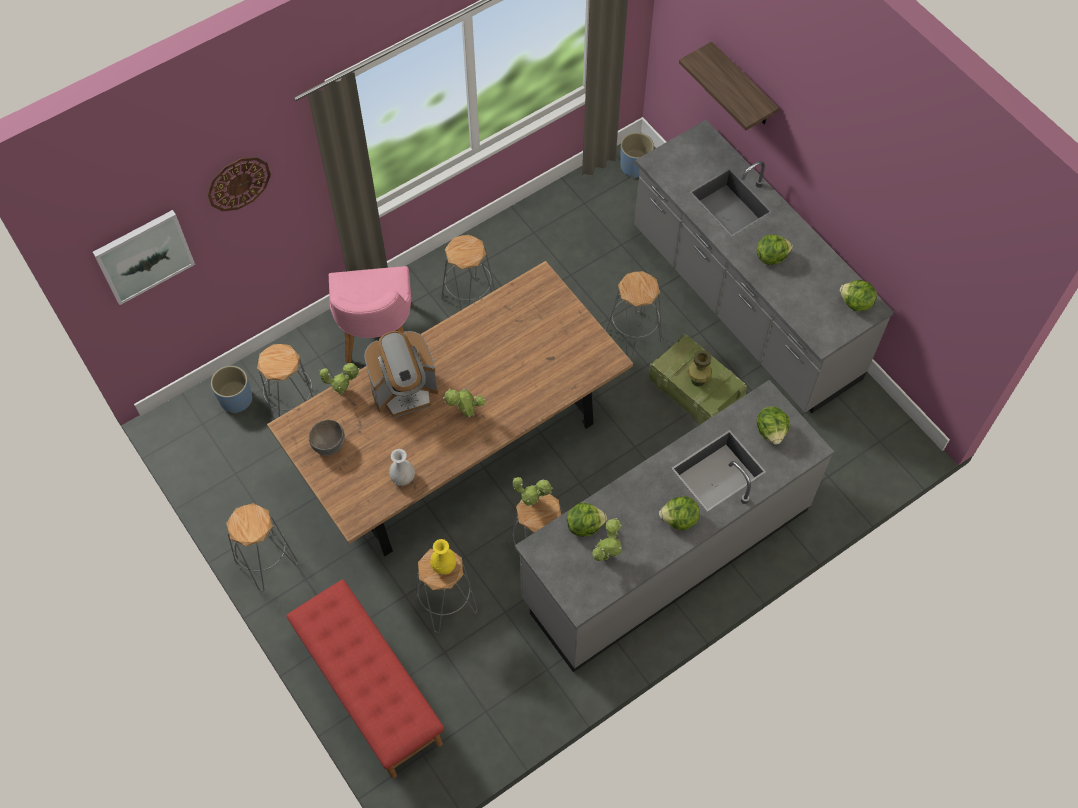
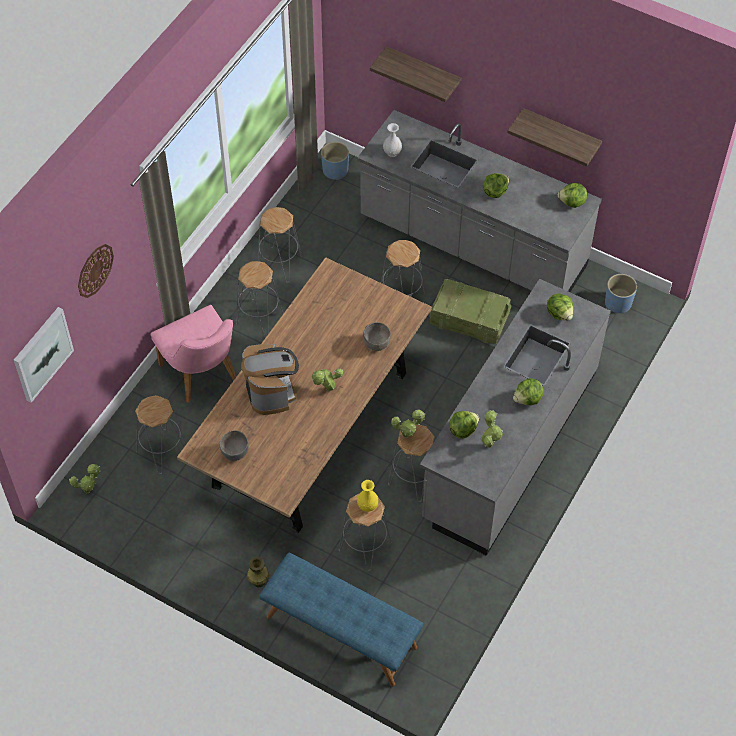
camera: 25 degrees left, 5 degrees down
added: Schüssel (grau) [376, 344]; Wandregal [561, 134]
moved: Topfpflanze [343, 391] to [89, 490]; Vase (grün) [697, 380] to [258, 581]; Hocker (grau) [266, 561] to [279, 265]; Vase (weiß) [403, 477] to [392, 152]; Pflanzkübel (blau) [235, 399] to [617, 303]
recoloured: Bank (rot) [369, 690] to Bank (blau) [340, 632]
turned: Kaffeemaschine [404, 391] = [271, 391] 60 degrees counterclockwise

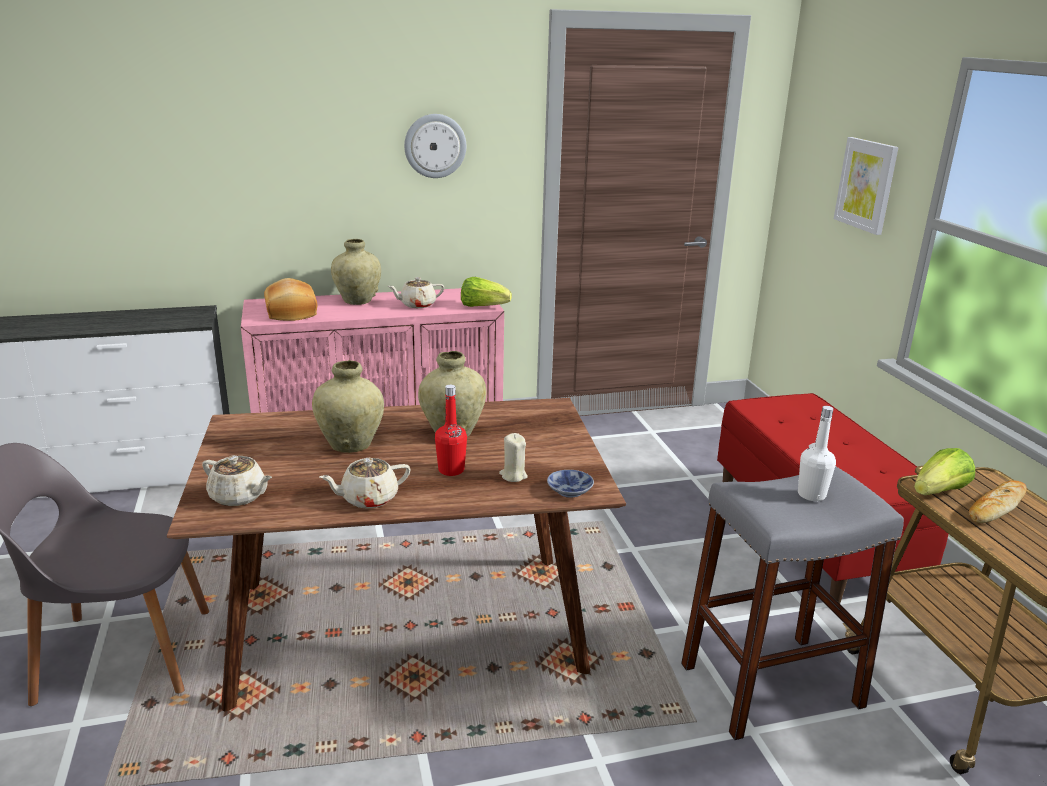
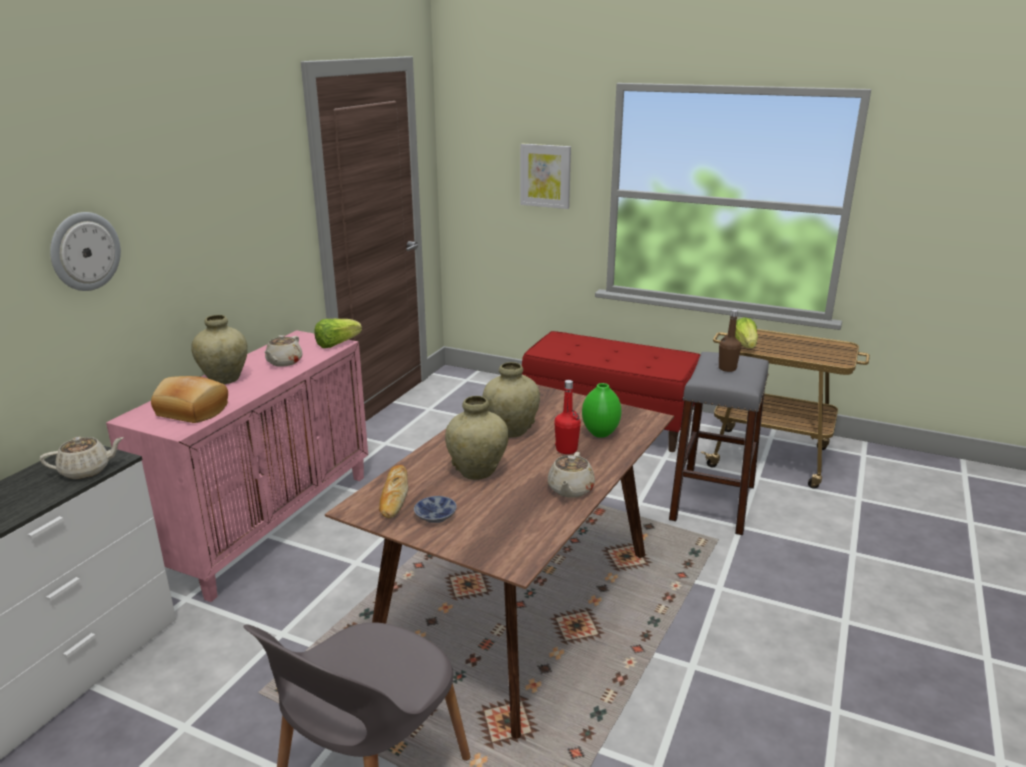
camera: 50 degrees left, 0 degrees up
moved: Teekanne (beige) [239, 497] to [86, 470]; Wanduhr [435, 146] to [84, 251]; Brot [996, 507] to [394, 495]; Schüssel [571, 490] to [436, 515]
replaced: Kerze (beige) [513, 475] to Vase (grün) [600, 433]
recoloured: Flasche (weiß) [811, 495] to Flasche (braun) [727, 368]

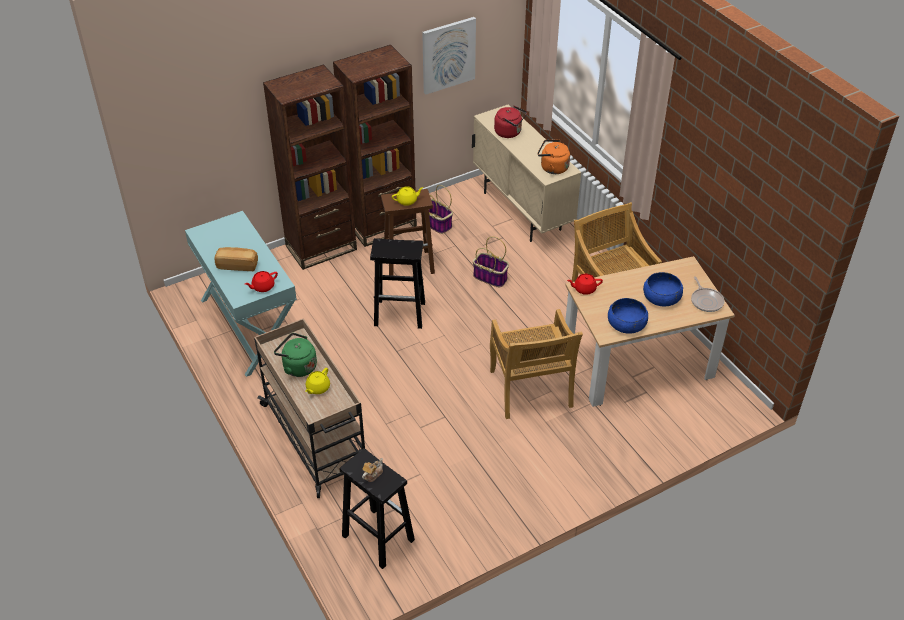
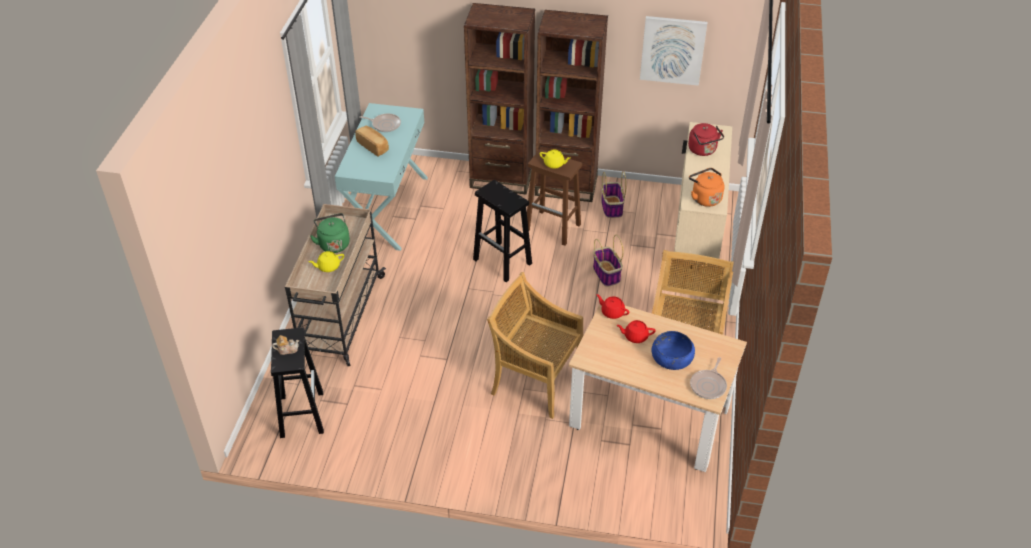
camera: 40 degrees right, 0 degrees up
removed: Schüssel (blau) [626, 323]
added: Pfanne [385, 125]
moved: Teekanne (rot) [262, 287] to [635, 336]
turned: Stuhl (beige) [531, 390] = [535, 381] 90 degrees clockwise

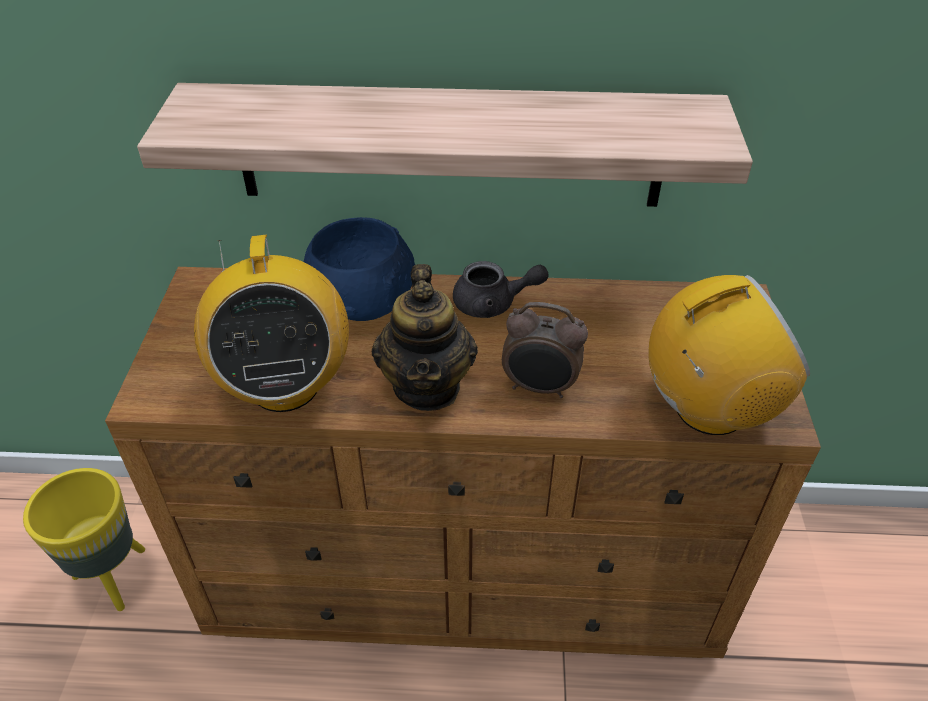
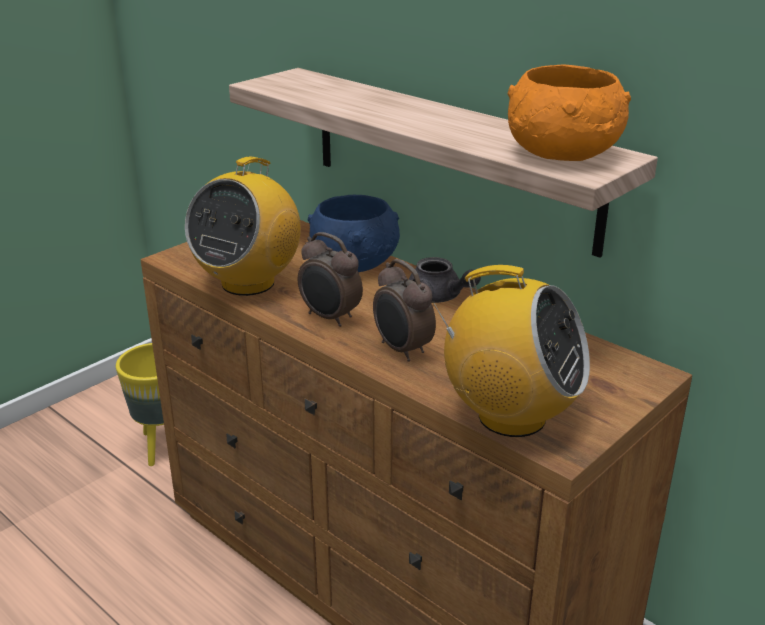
camera: 40 degrees right, 15 degrees down
added: Schüssel (orange) [563, 154]
replaced: Teekanne [427, 386] to Wecker [330, 318]

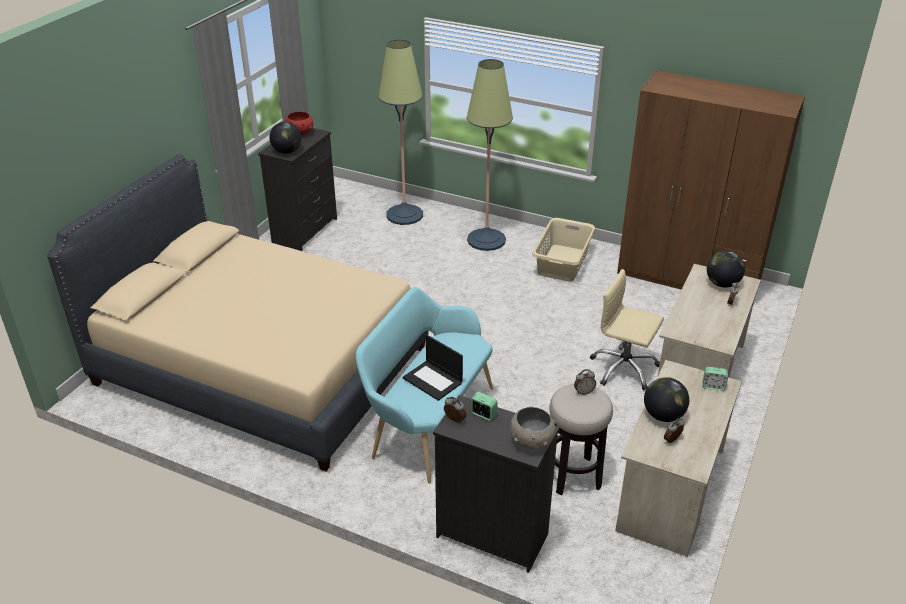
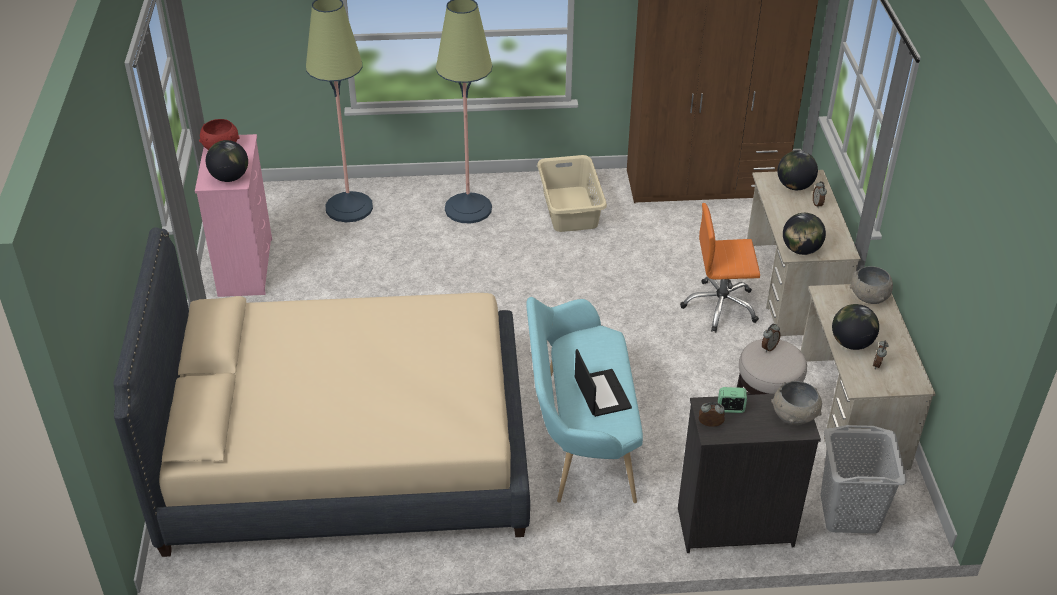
camera: 30 degrees left, 5 degrees up
added: Globus [801, 250]; Wäschekorb (grau) [849, 513]
replaced: Wecker [713, 386] to Schüssel (grau) [869, 297]
recoloured: Kommode (schwarz) [305, 230] to Kommode (rosa) [246, 266]; Bürostuhl (beige) [624, 369] to Bürostuhl (orange) [720, 306]
turned: Laptop [433, 380] = [601, 393] 120 degrees counterclockwise

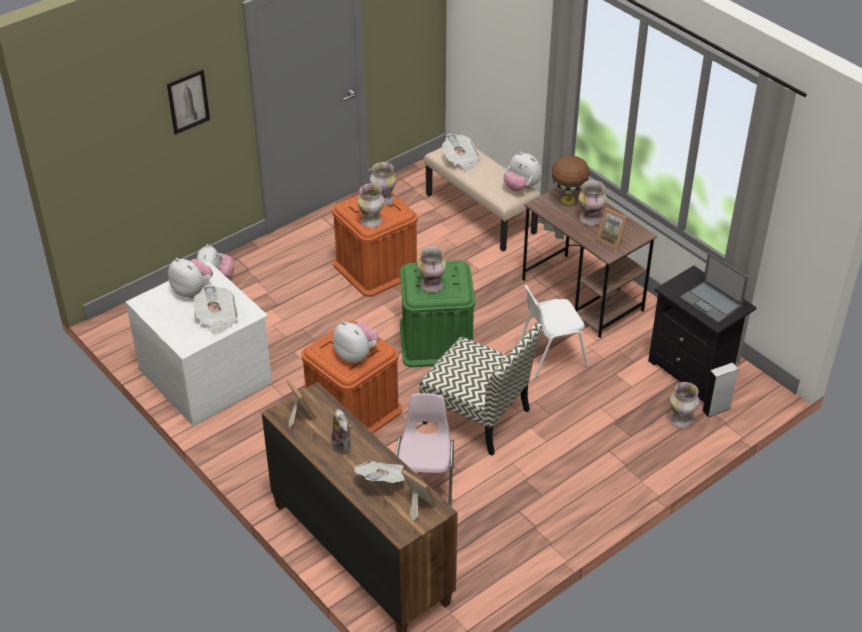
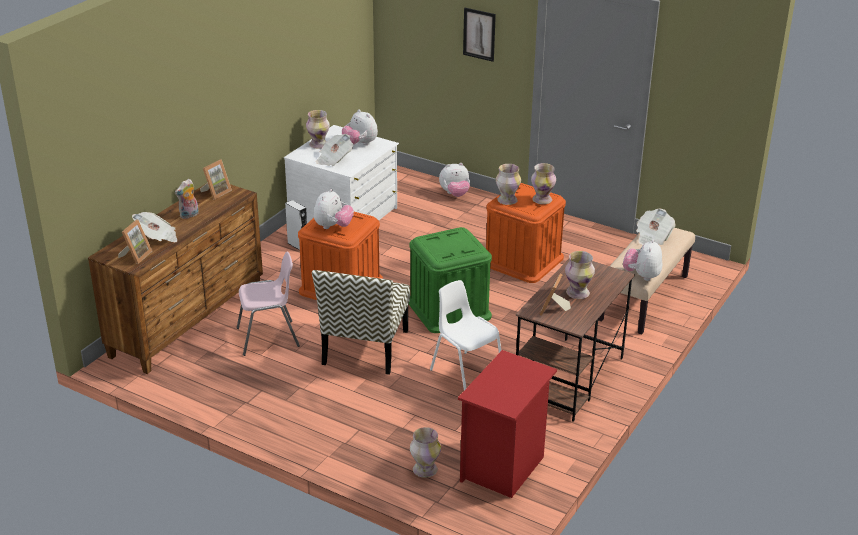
camera: 70 degrees right, 10 degrees down
removed: Tischlampe (braun) [568, 200]; Laptop [711, 302]
moved: Lautsprecher (grau) [716, 409] to [298, 245]; Vase [432, 285] to [319, 145]
recoloured: Nachttisch (schwarz) [693, 370] to Nachttisch (rot) [503, 468]
turned: Plüschtier [192, 290] = [360, 144] 120 degrees clockwise

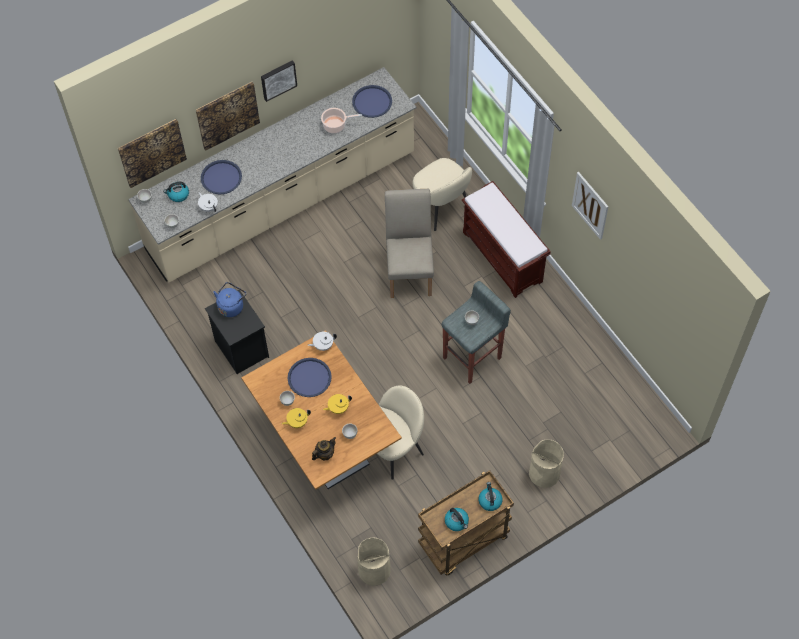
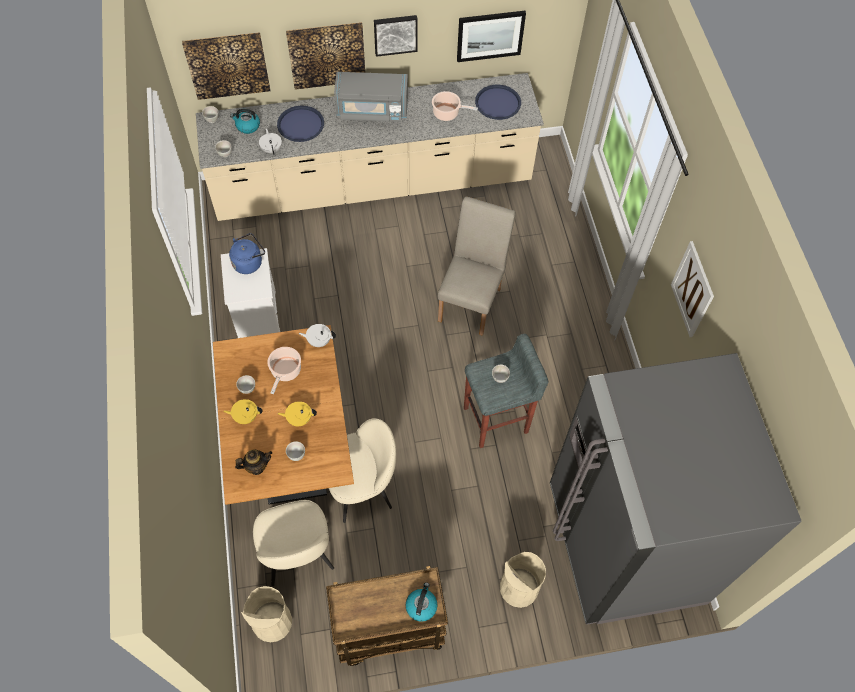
camera: 20 degrees right, 0 degrees up
removed: Wasserkessel [457, 522]; Bank (braun) [503, 257]
added: Mikrowelle (grau) [372, 110]; Bild [490, 35]; Kühlschrank (grau) [625, 544]
moved: Stuhl (beige) [441, 207] to [298, 555]
replaced: Tablett (blau) [309, 378] to Kochtopf [285, 371]
recoloured: Nachttisch (schwarz) [240, 348] to Nachttisch (weiß) [256, 315]

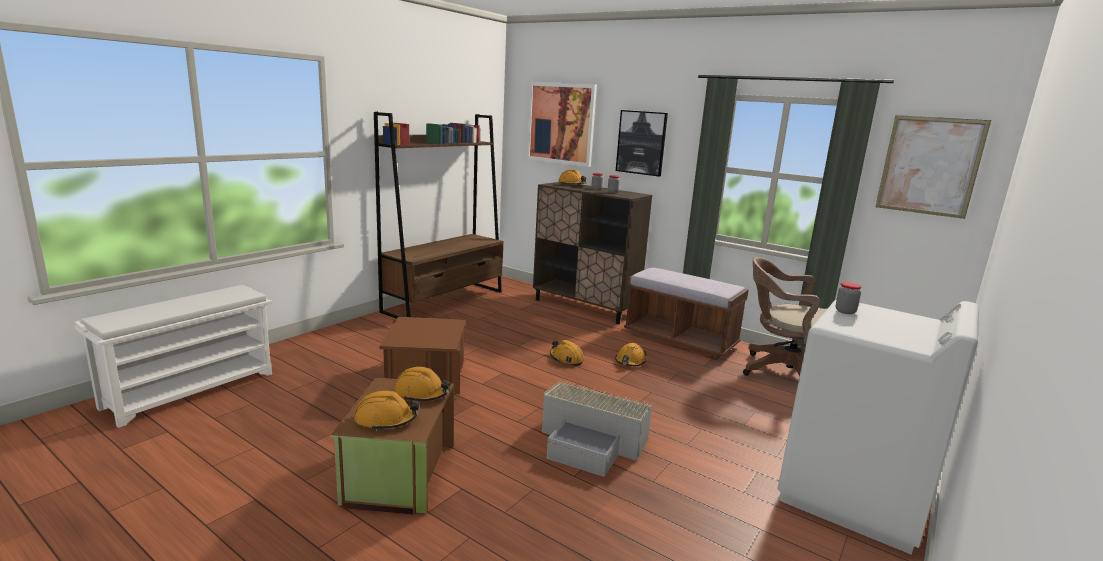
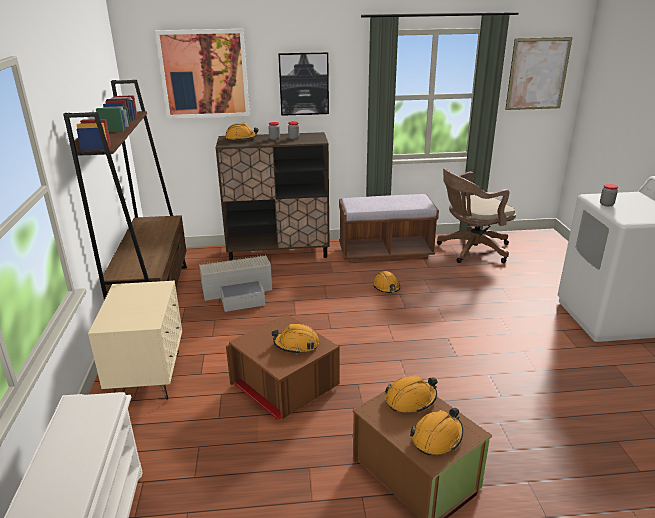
camera: 40 degrees left, 10 degrees up
added: Nachttisch (beige) [148, 377]
moved: Aufbewahrungsbox (grau) [592, 442] to [239, 292]; Schutzhelm (orange) [566, 359] to [296, 344]

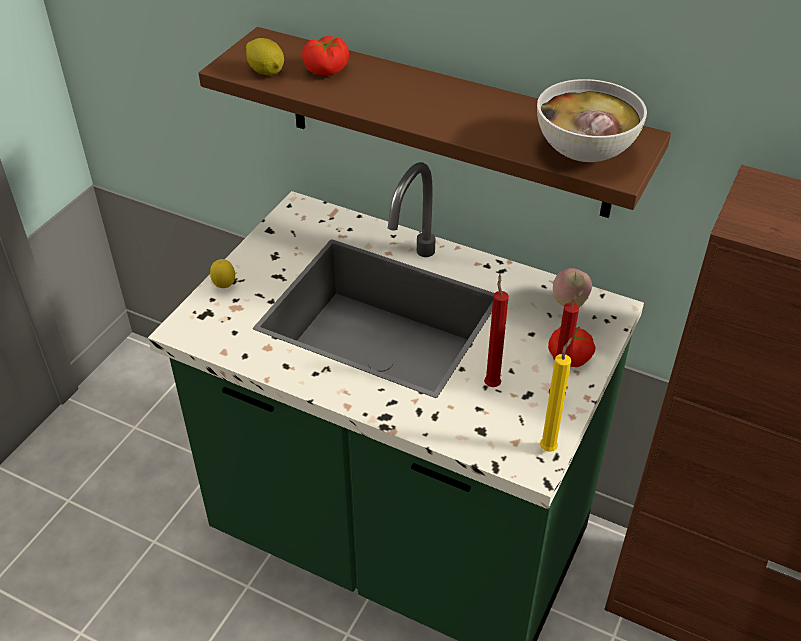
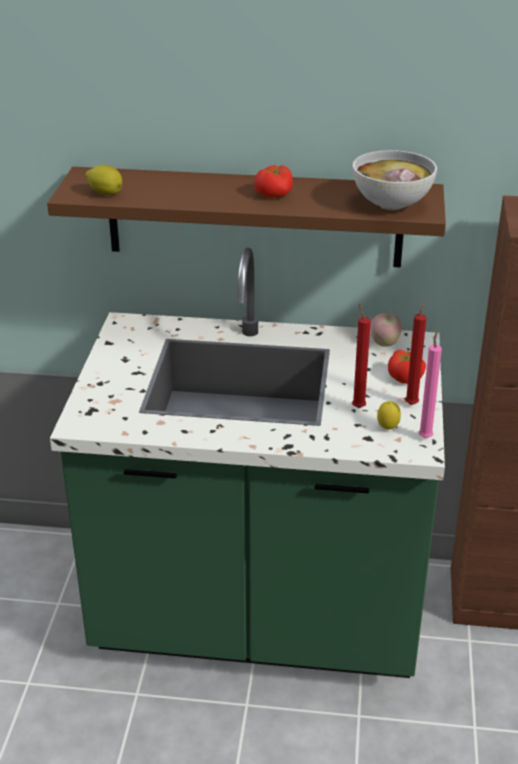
camera: 20 degrees left, 10 degrees down
moved: Tomate [327, 70] to [275, 194]; Zitrone [224, 287] to [387, 429]
recoloured: Kerze (gelb) [549, 447] to Kerze (rosa) [425, 436]

